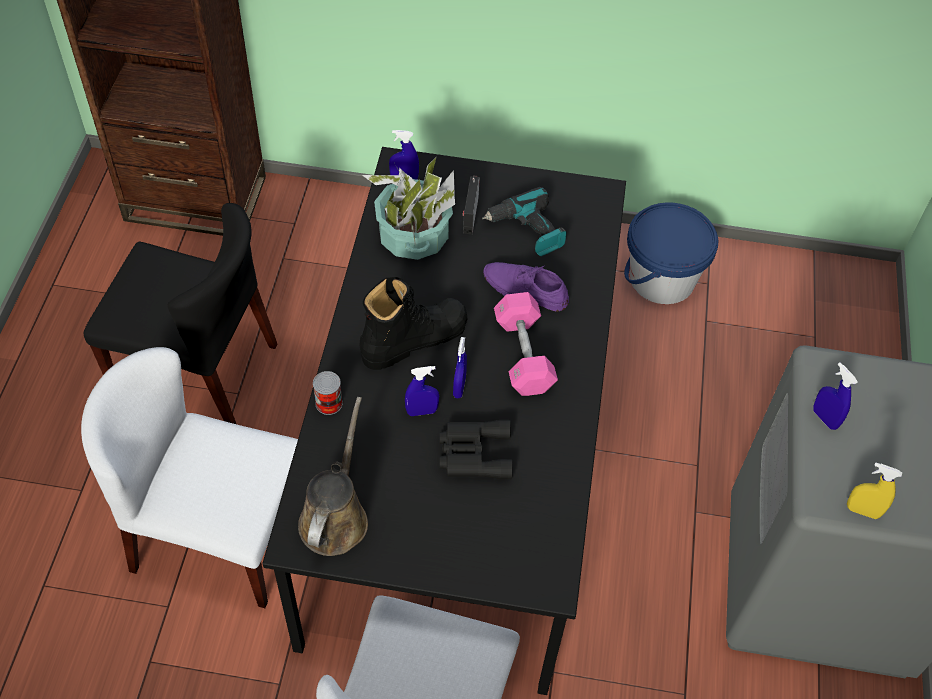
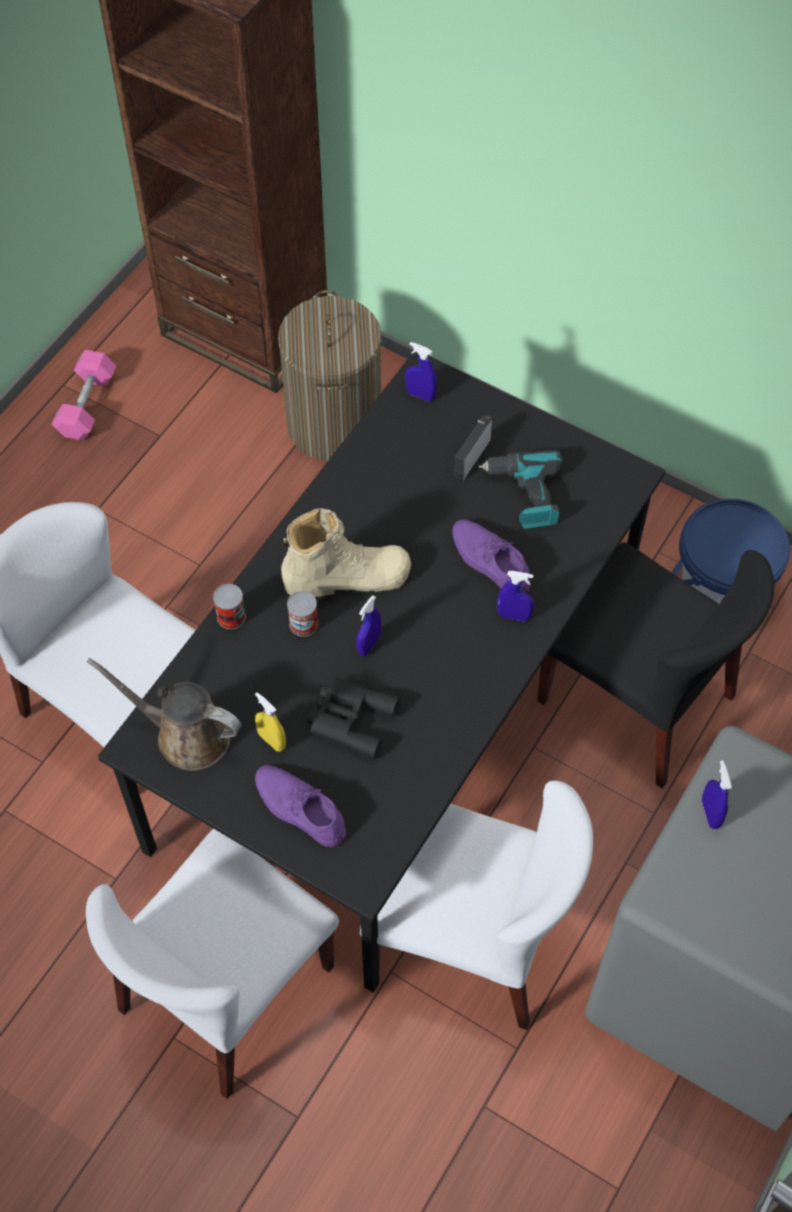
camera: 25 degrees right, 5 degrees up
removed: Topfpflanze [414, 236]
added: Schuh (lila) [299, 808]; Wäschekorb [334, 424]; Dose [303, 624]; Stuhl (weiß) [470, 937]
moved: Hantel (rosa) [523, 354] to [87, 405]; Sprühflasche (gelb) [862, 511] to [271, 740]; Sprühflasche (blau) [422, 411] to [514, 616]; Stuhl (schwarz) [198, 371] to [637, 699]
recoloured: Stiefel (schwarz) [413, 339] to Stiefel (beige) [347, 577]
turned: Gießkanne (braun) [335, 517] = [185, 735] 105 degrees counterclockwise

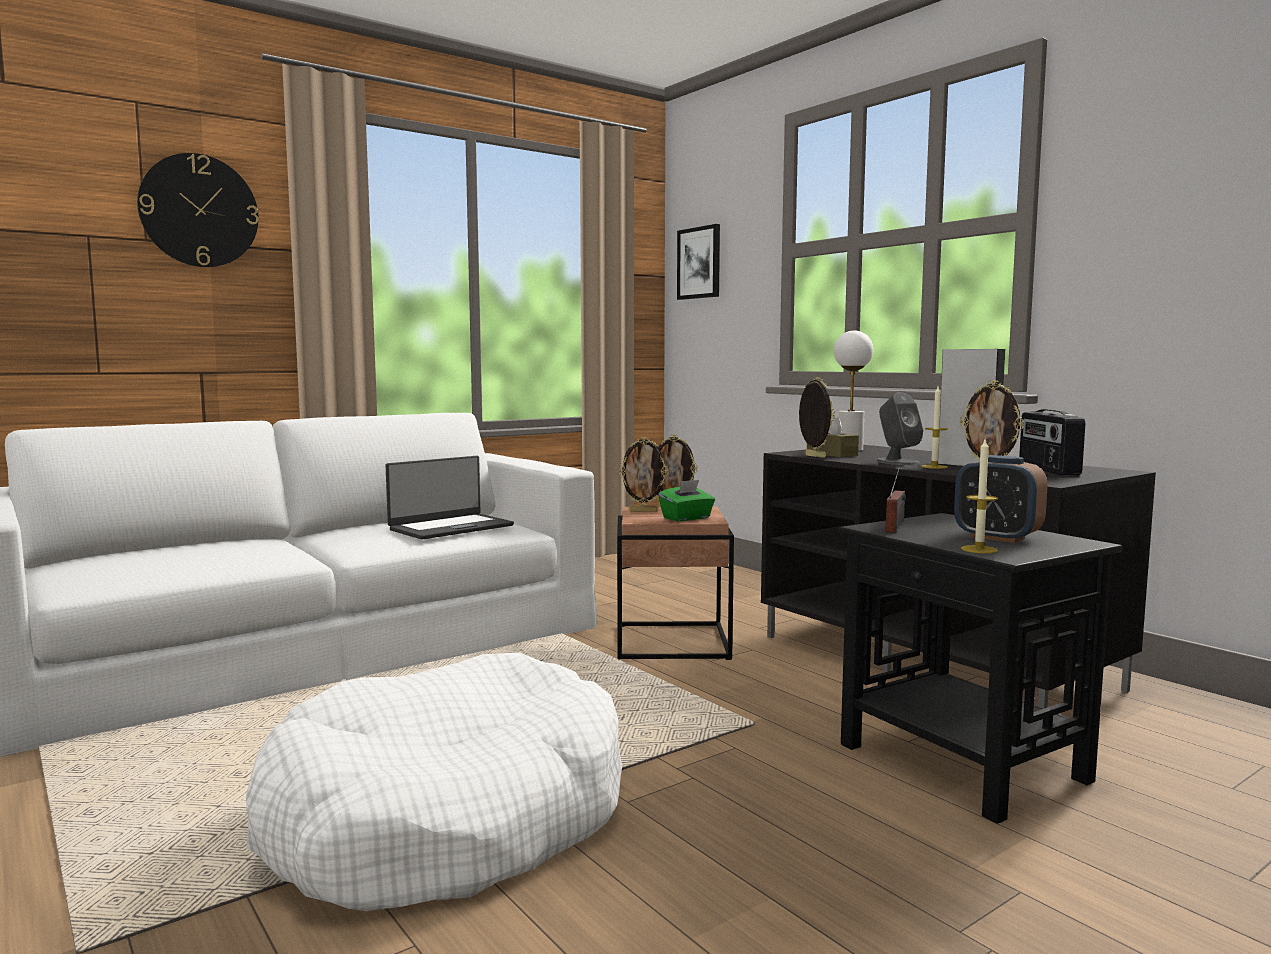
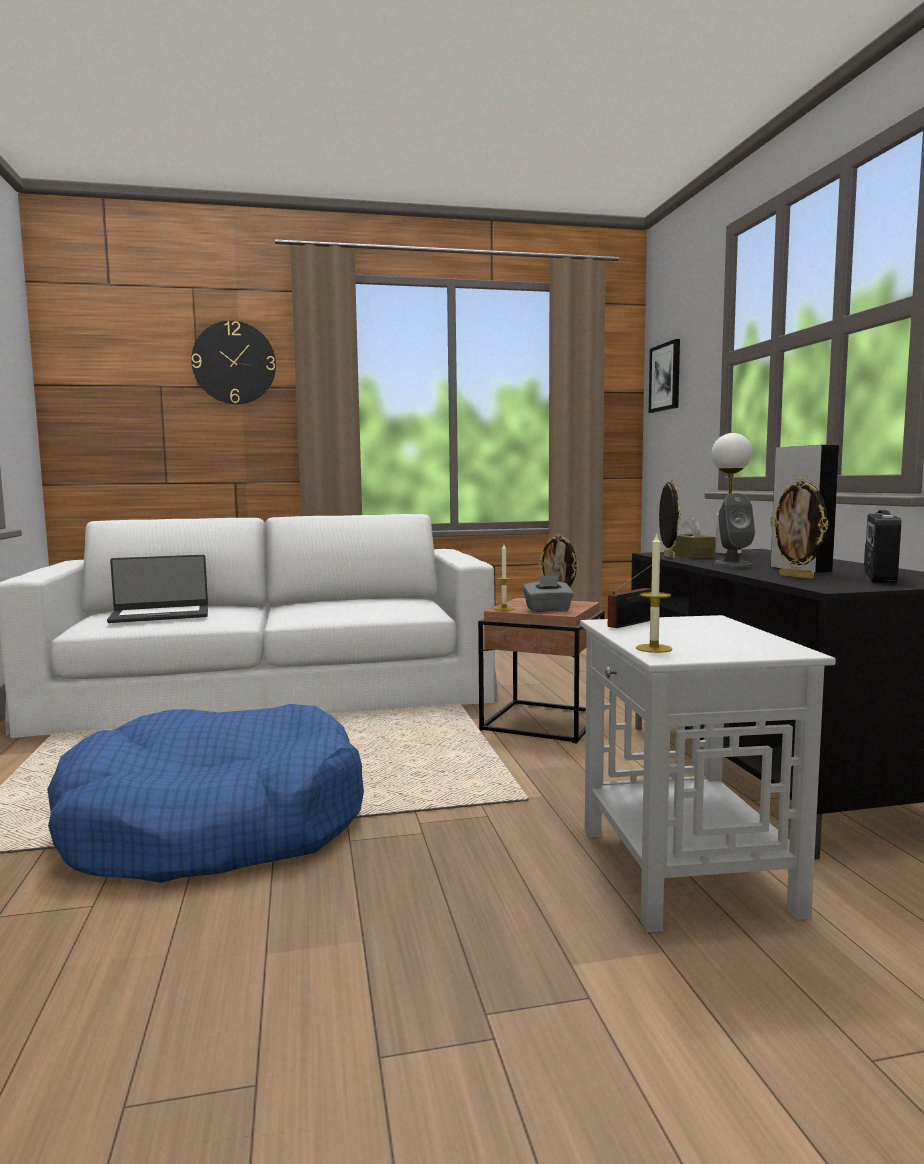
camera: 25 degrees right, 0 degrees up
removed: Bilderrahmen [643, 511]; Wecker [997, 537]
moved: Laptop [450, 527] to [160, 615]; Kerze [934, 467] to [504, 608]
recoloured: Hundebett (weiß) [447, 818] to Hundebett (blau) [214, 825]; Taschentuchbox (grün) [686, 518] to Taschentuchbox (grau) [548, 610]; Beistelltisch (schwarz) [964, 763] to Beistelltisch (weiß) [686, 871]

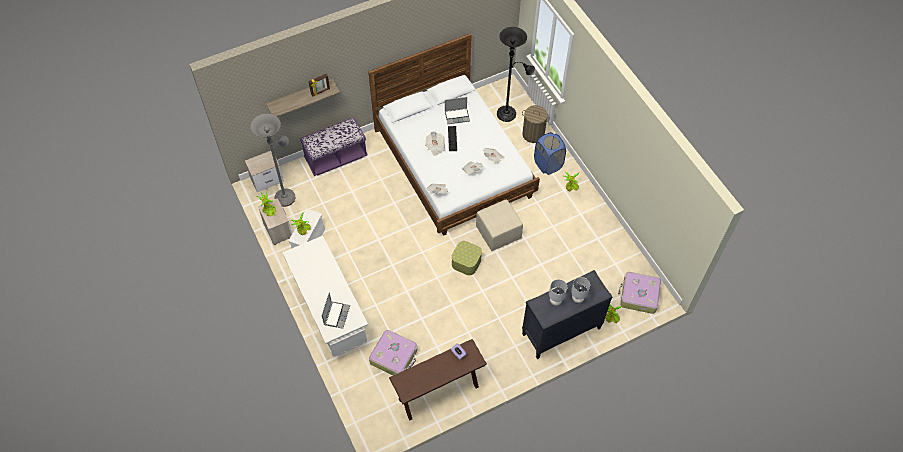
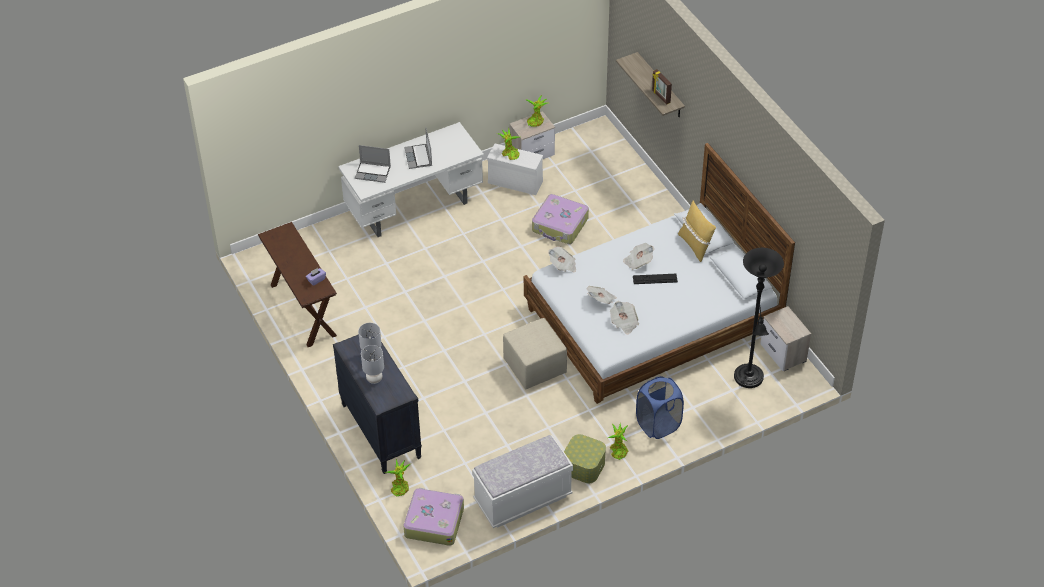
camera: 90 degrees right, 10 degrees down
removed: Stehlampe (grau) [286, 195]; Bank (lila) [336, 158]; Wäschekorb [533, 134]
added: Bank (weiß) [523, 499]; Kissen (gelb) [695, 245]
moved: Laptop [457, 116] to [419, 157]; Koffer [394, 356] to [560, 225]; Aufbewahrungsbox [466, 262] to [584, 466]; Nachttisch [267, 180] to [783, 353]

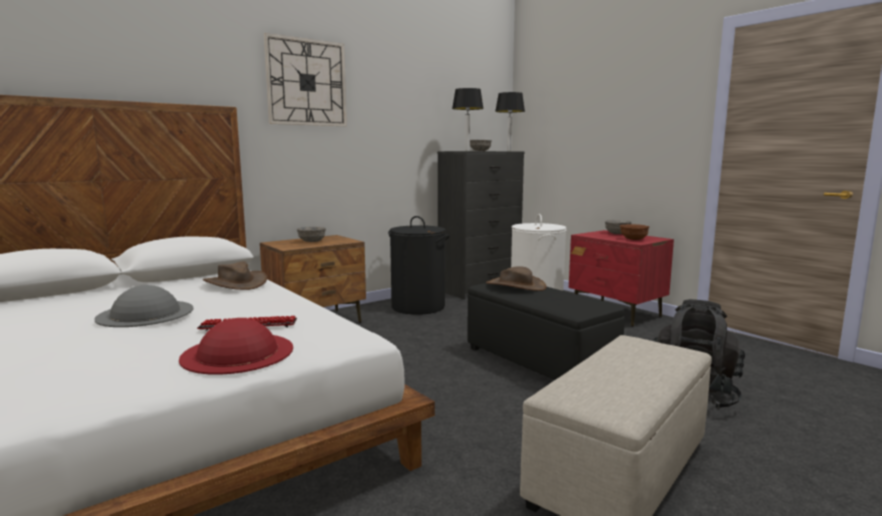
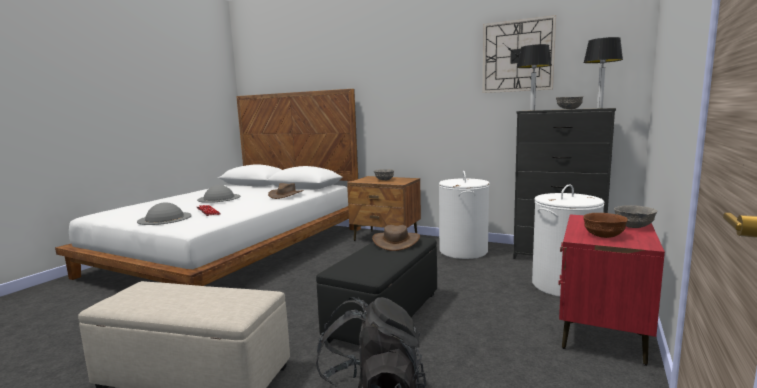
camera: 65 degrees right, 0 degrees up
moved: Wanduhr [306, 82] to [517, 56]
recoloured: Hut (rot) [238, 353] to Hut (grau) [164, 218]; Wäschekorb (schwarz) [418, 307] to Wäschekorb (weiß) [463, 251]

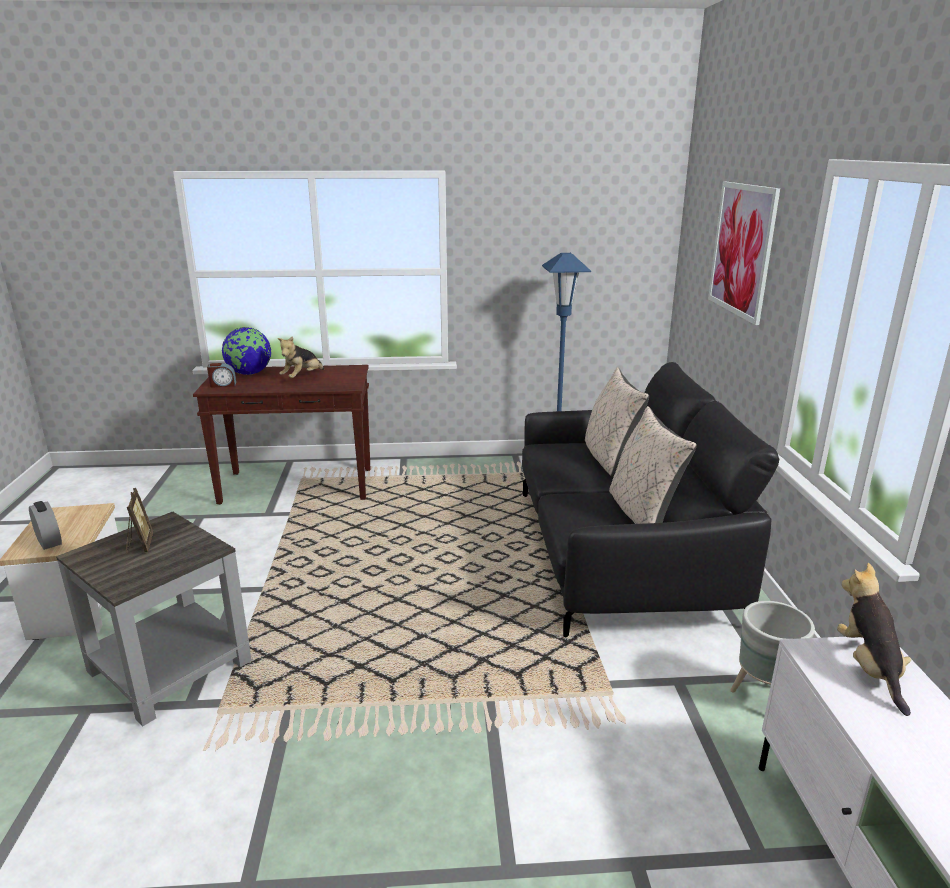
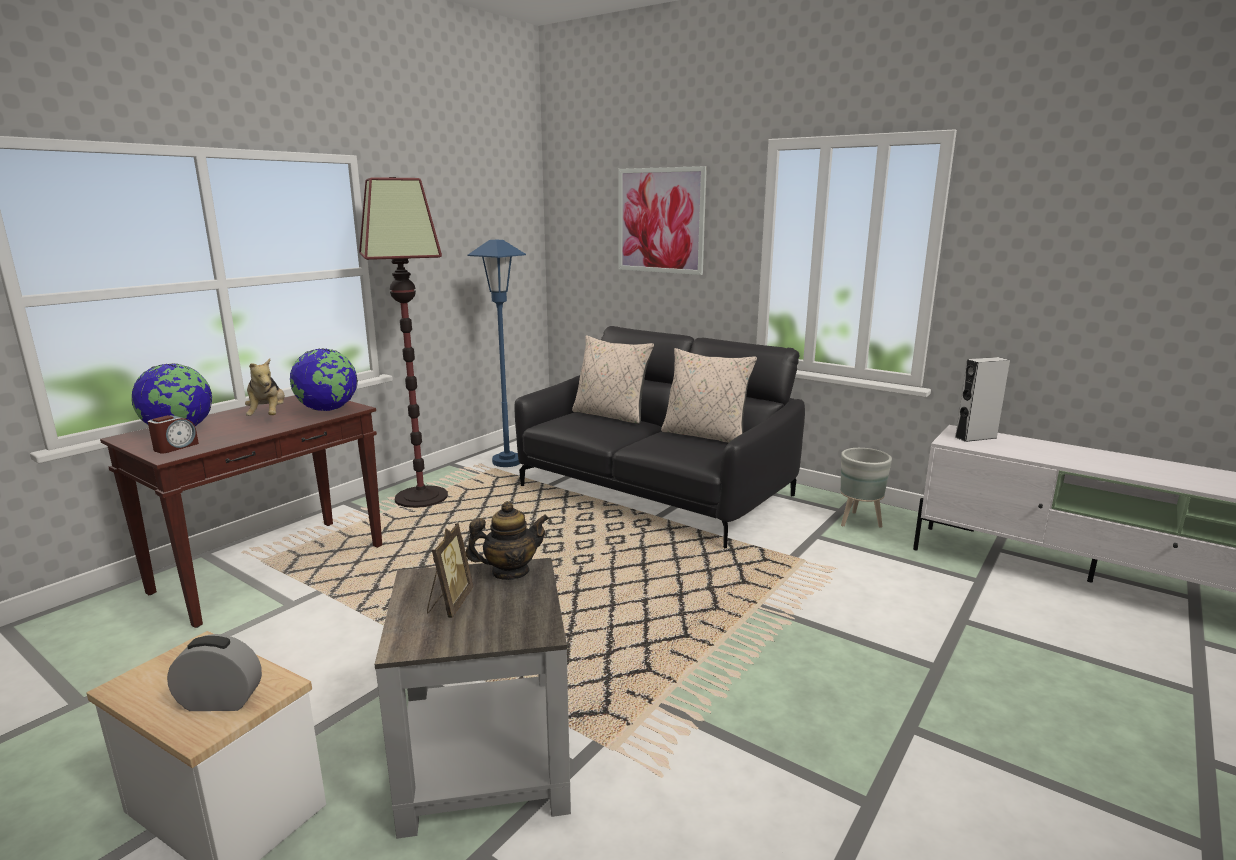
camera: 50 degrees left, 5 degrees down
added: Globus [328, 410]; Stehlampe [422, 497]; Teekanne [510, 572]
replaced: Plüschtier [869, 668] to Lautsprecher (grau) [975, 437]
turned: Bilderrahmen [140, 545] = [449, 604] 75 degrees clockwise

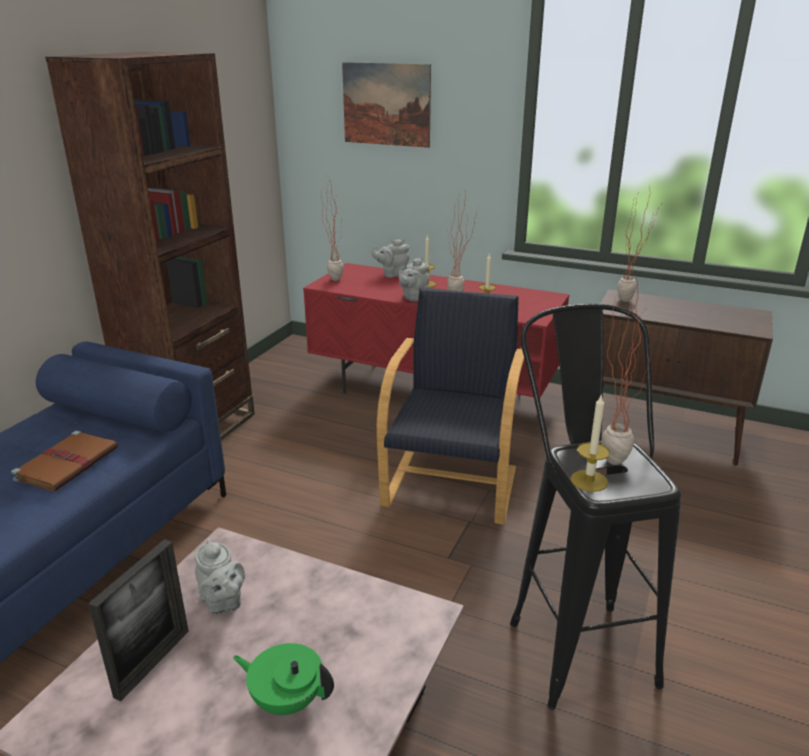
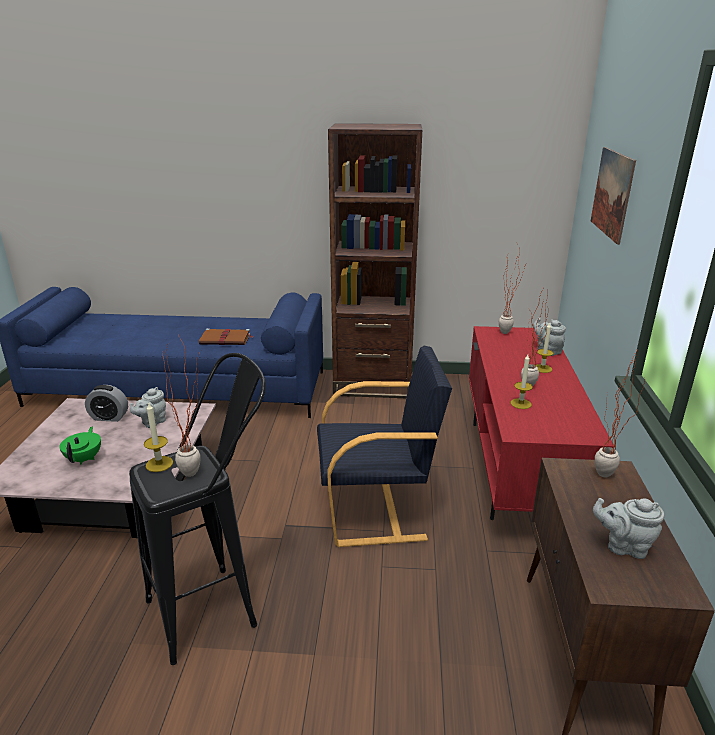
camera: 70 degrees right, 0 degrees up
moved: Teekanne (grau) [413, 297] to [623, 546]
replaced: Bilderrahmen [152, 662] to Wecker [109, 417]

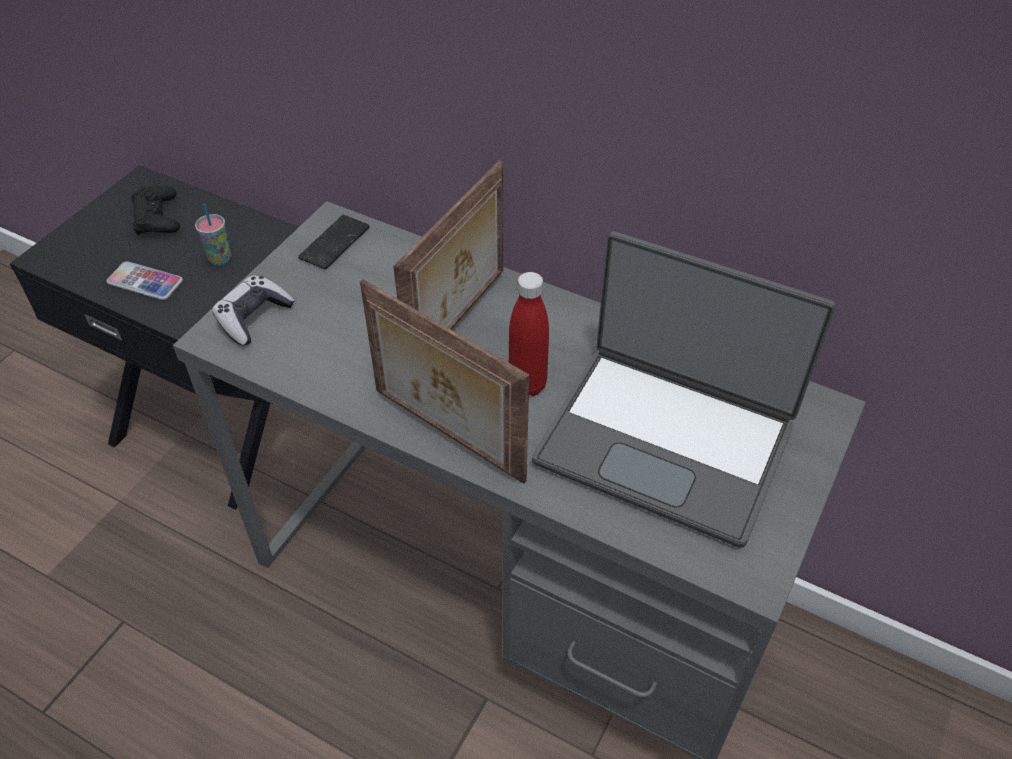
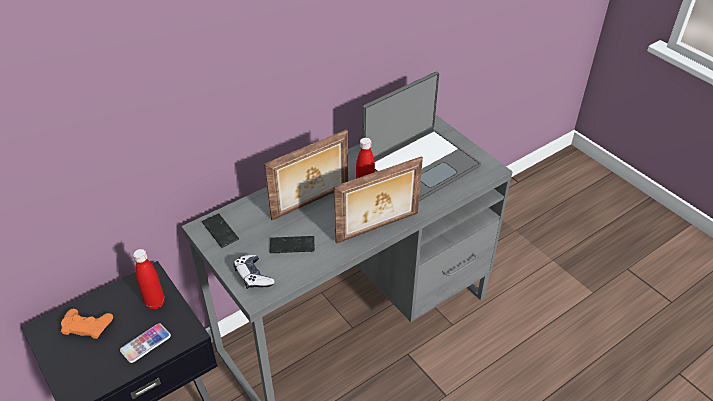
camera: 65 degrees left, 5 degrees down
added: Handy [292, 245]
replaced: Tasse [220, 259] to Flasche (rot) [155, 303]
recoloured: Gamepad (schwarz) [157, 217] to Gamepad (orange) [87, 326]
turned: Bilderrahmen [459, 321] = [311, 203] 90 degrees clockwise

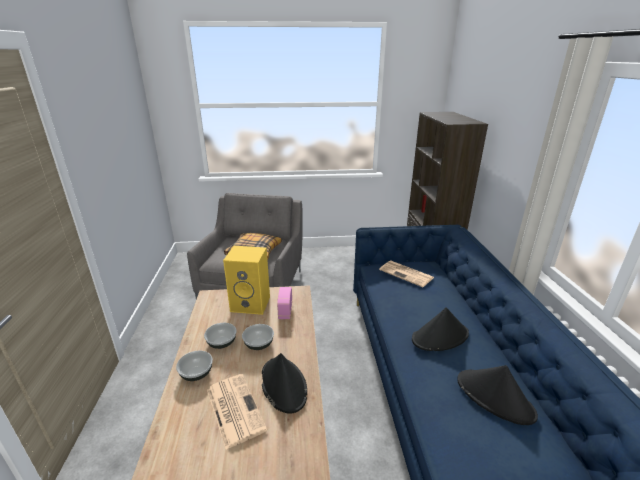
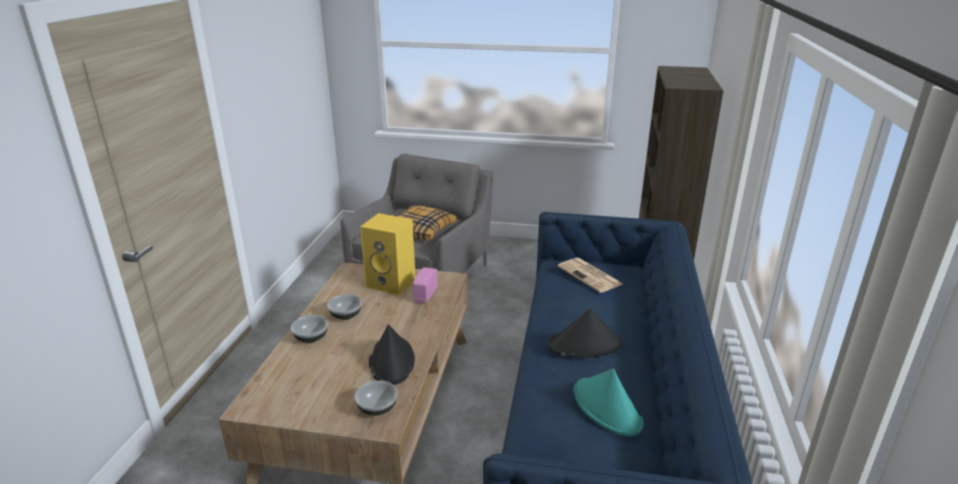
camera: 15 degrees right, 0 degrees up
removed: Zeitung [234, 408]
moved: Schüssel [259, 344] to [377, 408]
recoloured: Hut (schwarz) [495, 397] to Hut (türkis) [607, 408]

